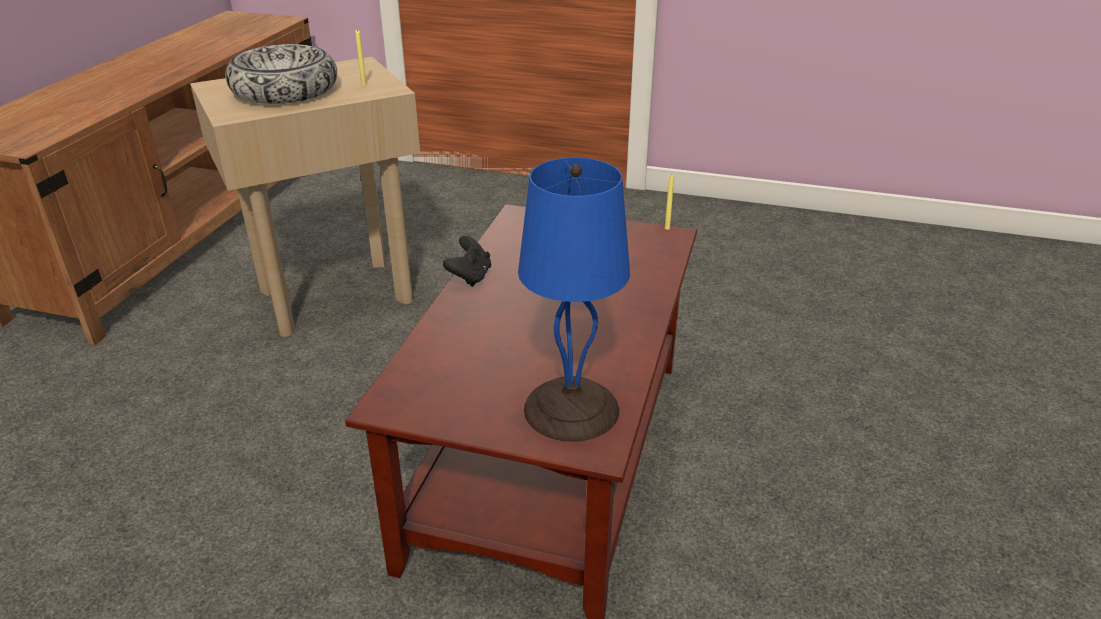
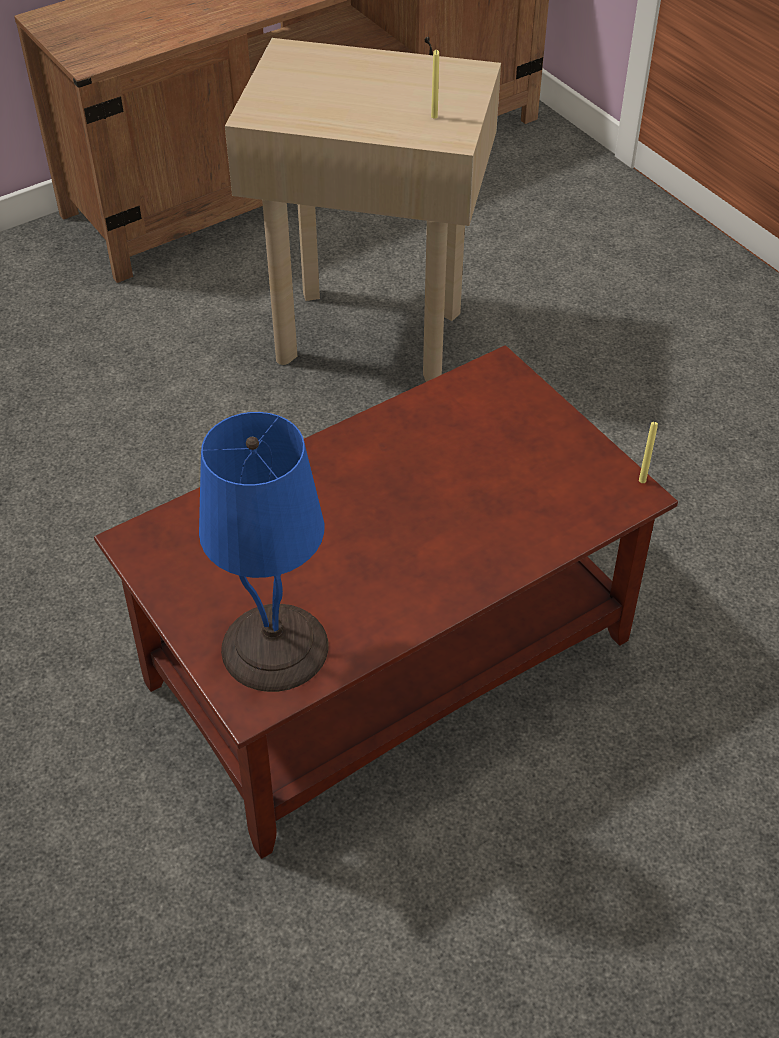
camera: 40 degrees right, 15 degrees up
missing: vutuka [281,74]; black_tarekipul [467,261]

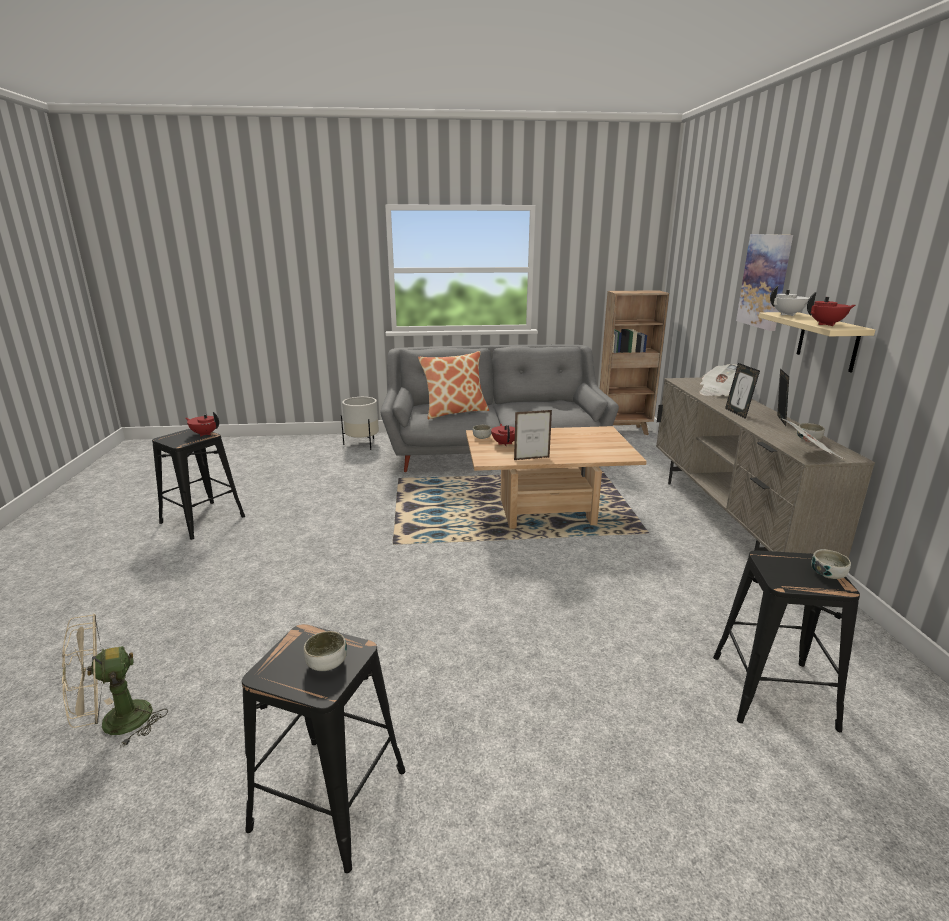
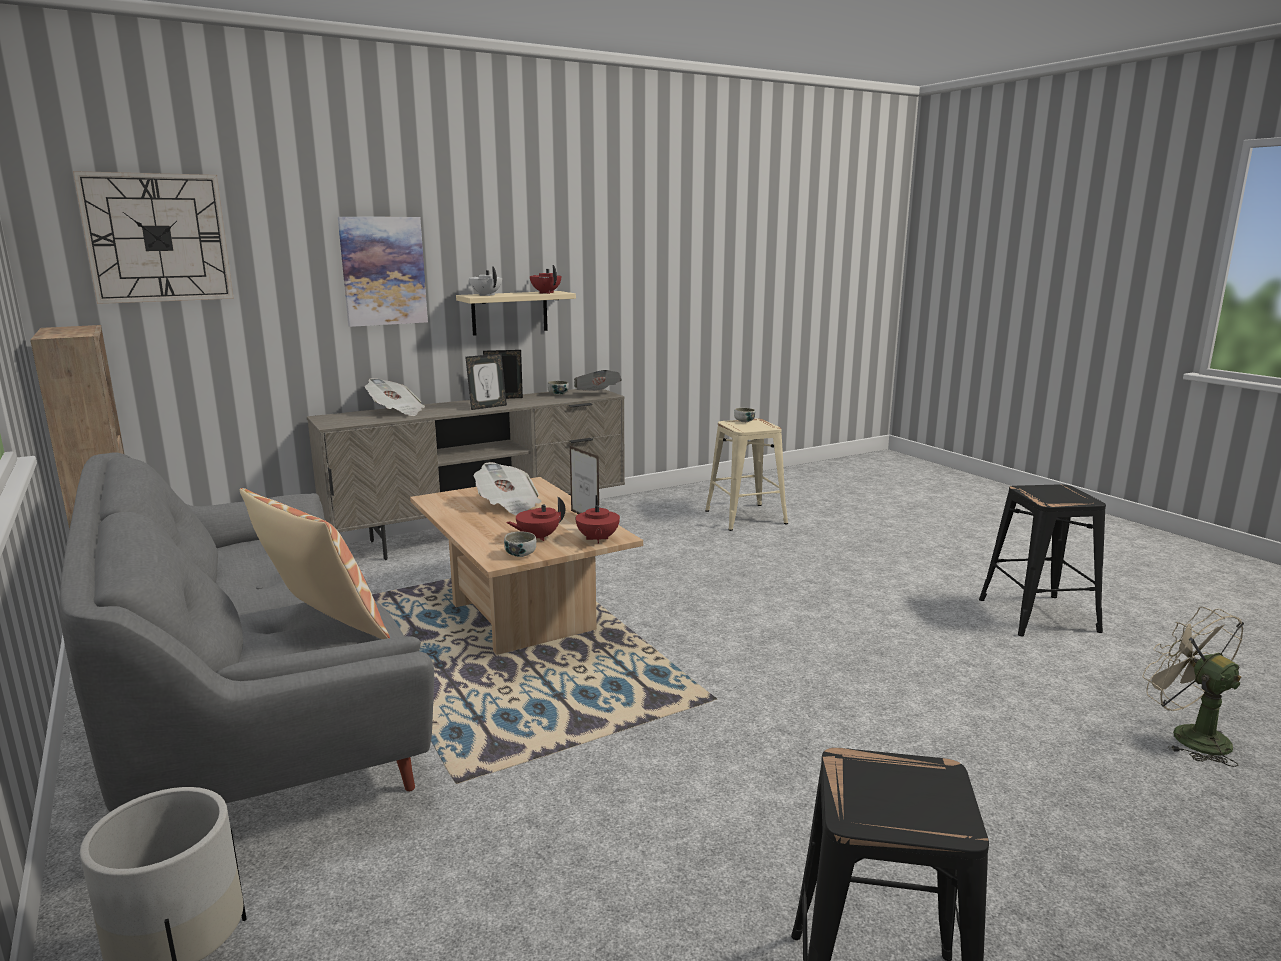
camera: 115 degrees left, 5 degrees down
missing: vutuka [325,651]
appeared: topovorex [153,237]; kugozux [507,488]
relocated: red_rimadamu [202,424] to [597,519]
colour: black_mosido [786,641] to beige_mosido [746,474]
spun: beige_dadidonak [115,681] = [1193,687] 150 degrees counterclockwise

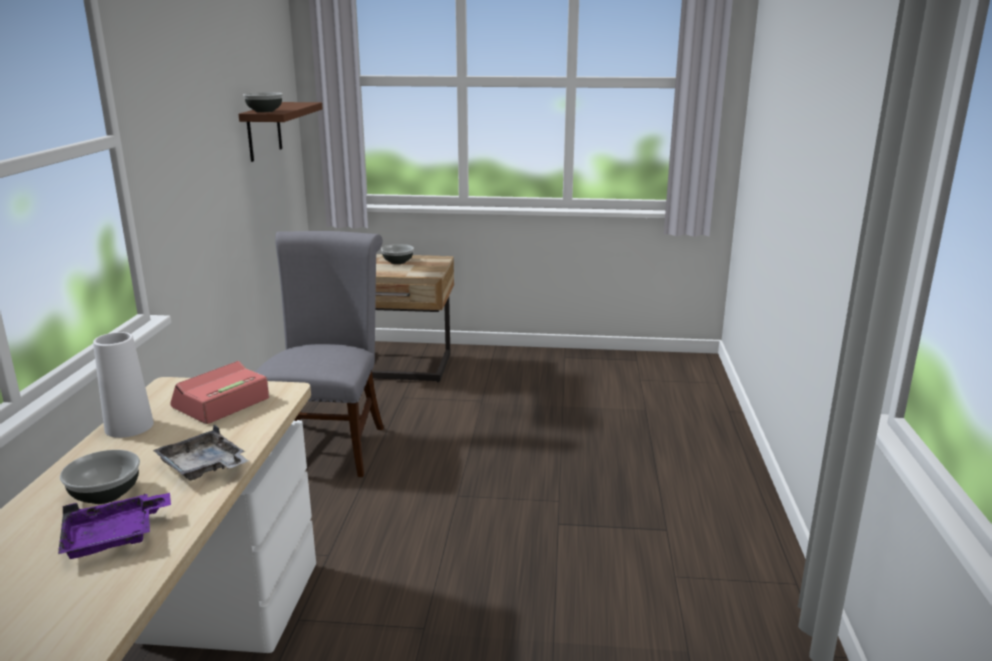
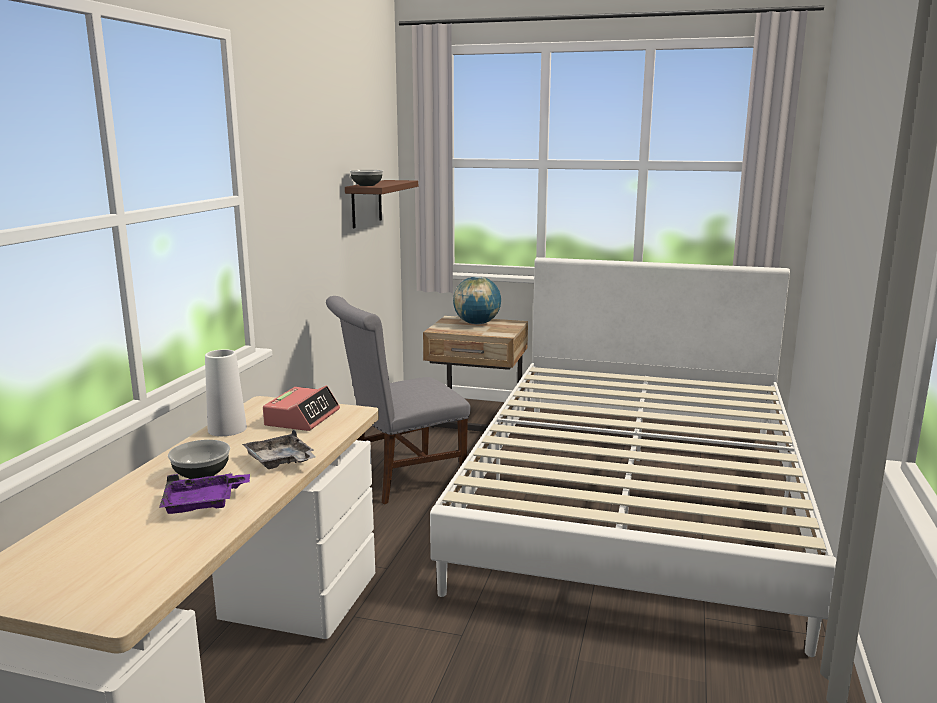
camera: 10 degrees right, 5 degrees down
appeared: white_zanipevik [633,457]
exchanged: vutuka [397,254] to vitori [477,300]
spun: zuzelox [219,392] = [301,408] 150 degrees clockwise; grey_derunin [319,354] = [398,400] 135 degrees counterclockwise

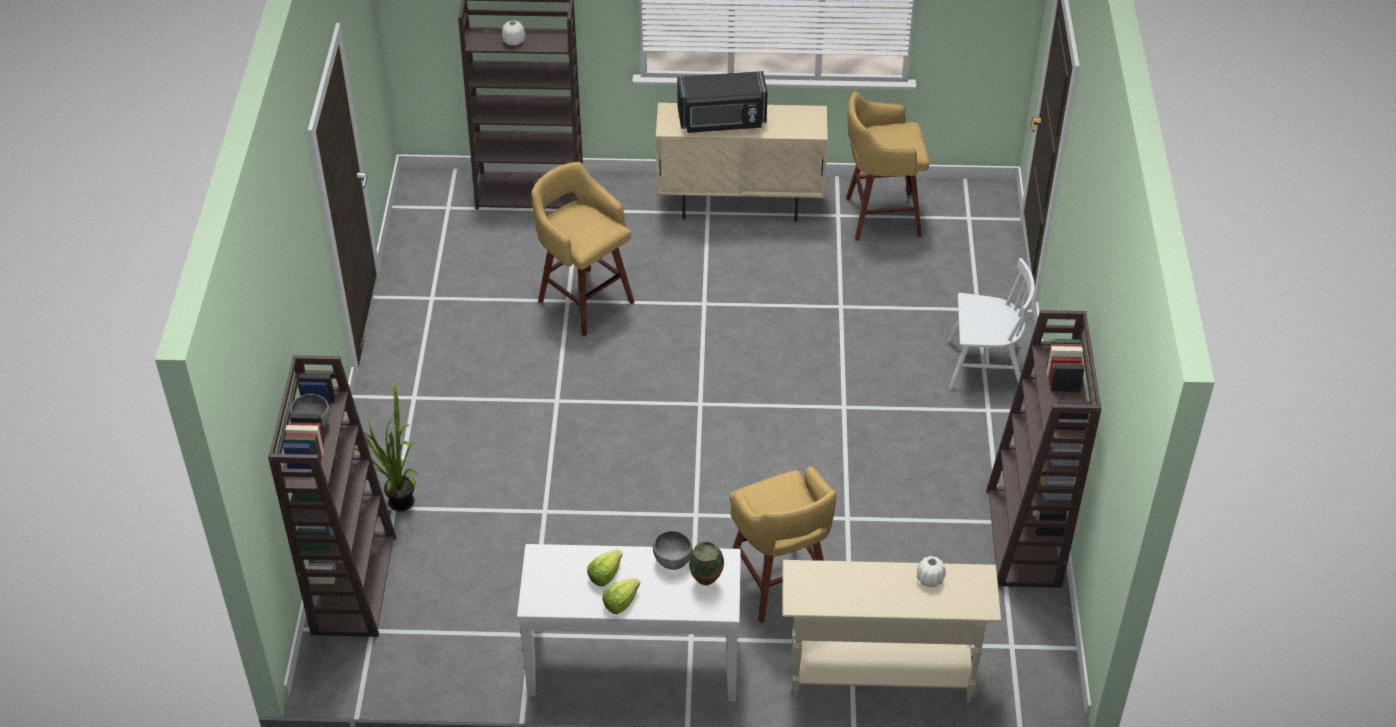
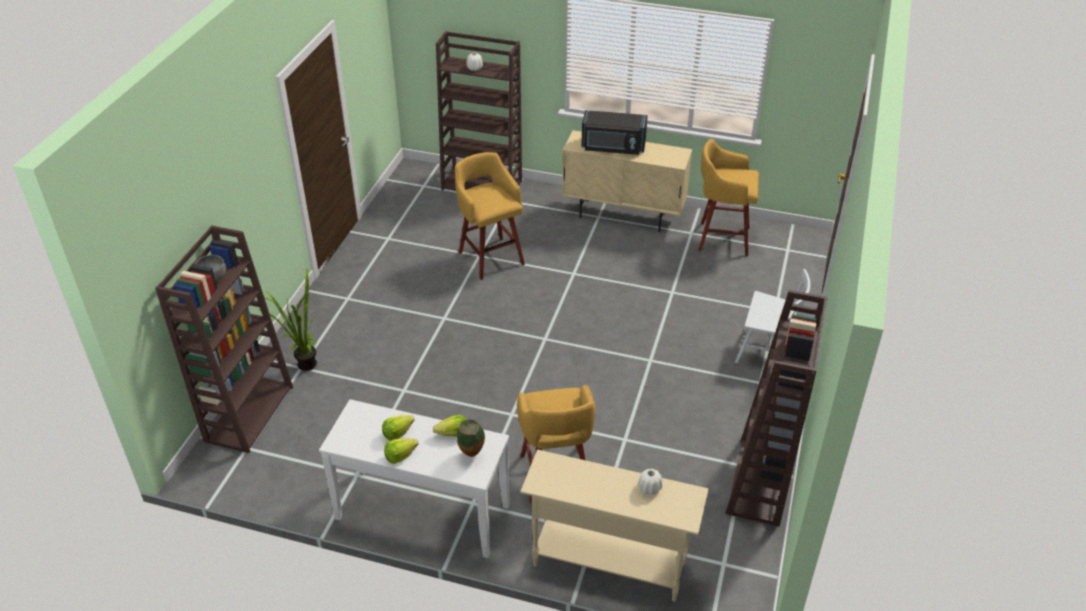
camera: 15 degrees right, 5 degrees down
exchanged: grey_vutuka [673,550] to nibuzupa [450,426]

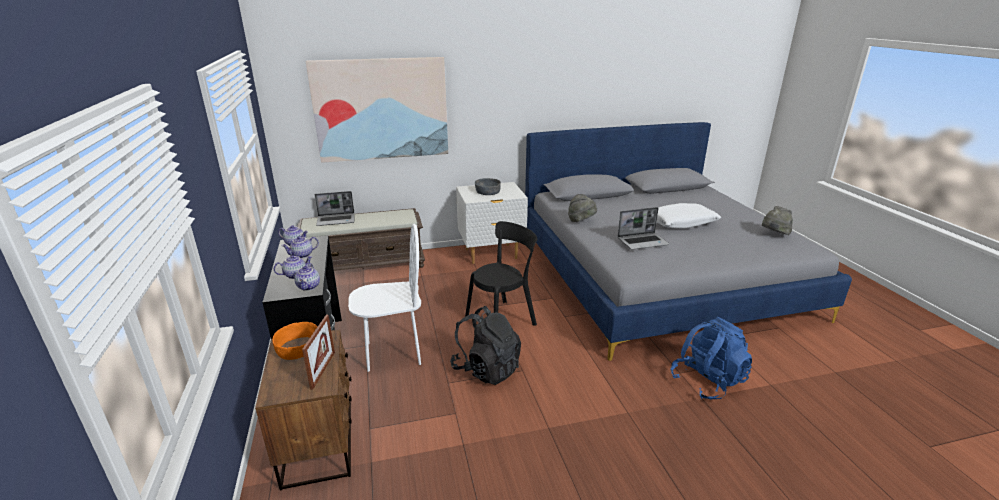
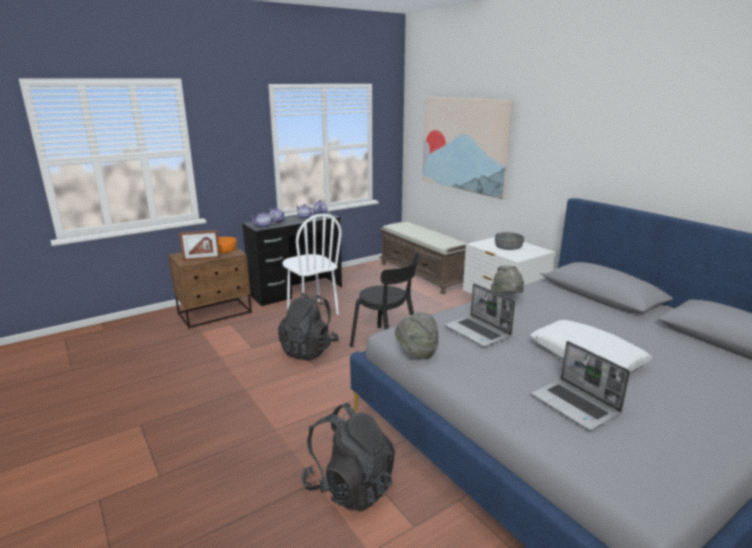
camera: 70 degrees right, 5 degrees down
relocated: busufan [335,208] to [580,386]; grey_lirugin [777,220] to [417,335]
colour: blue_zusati [711,358] to black_zusati [348,457]

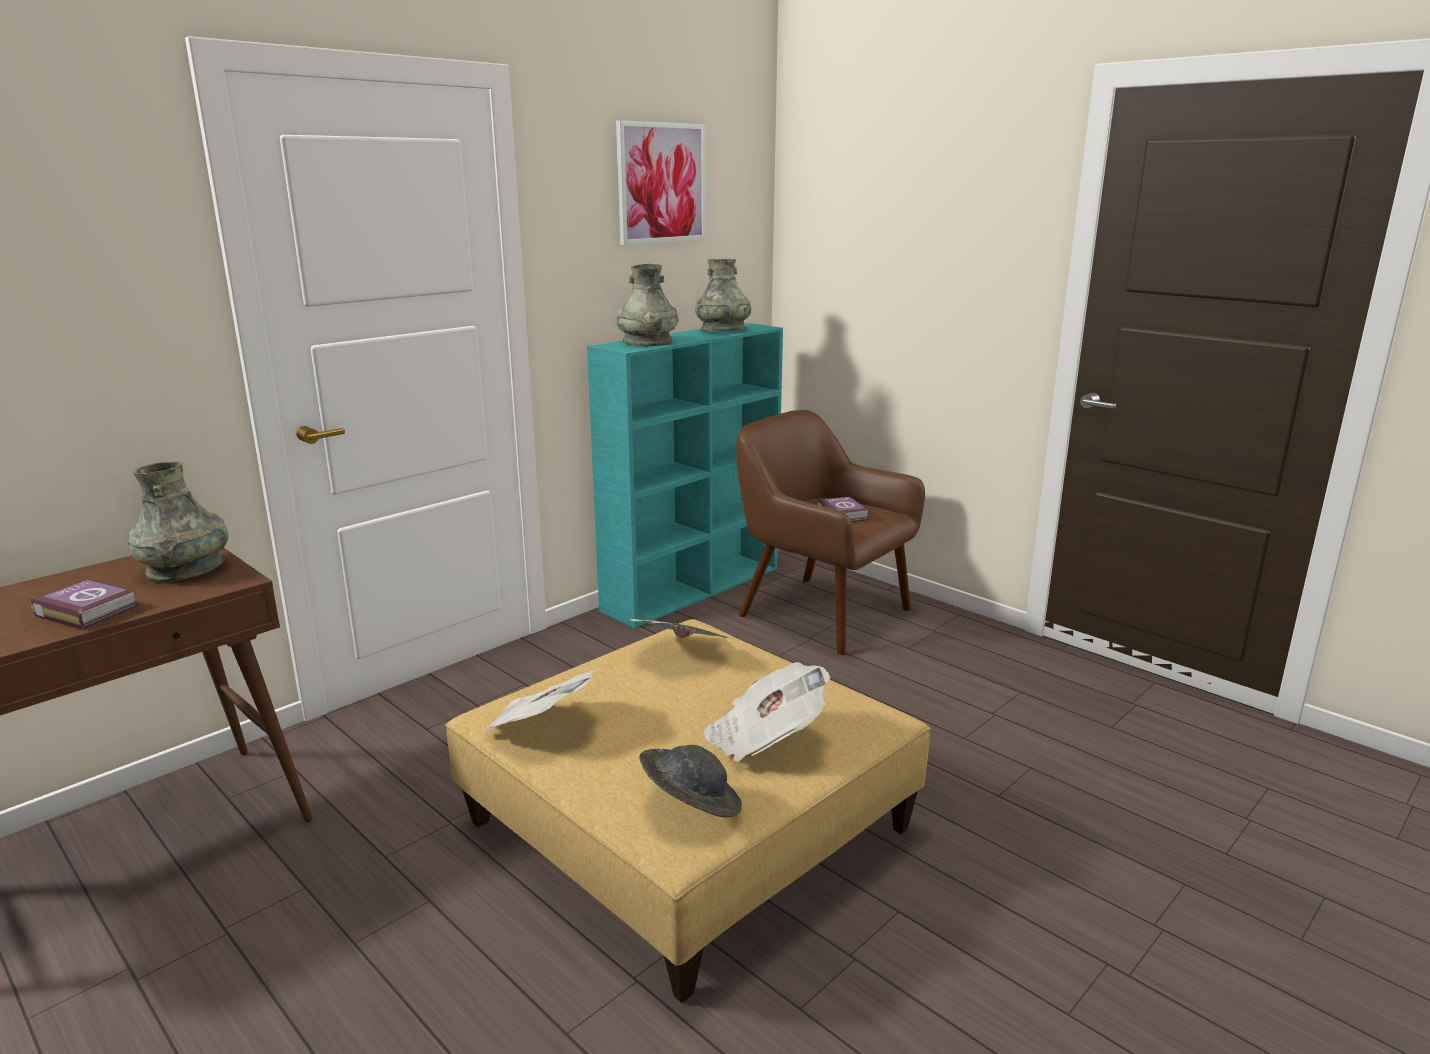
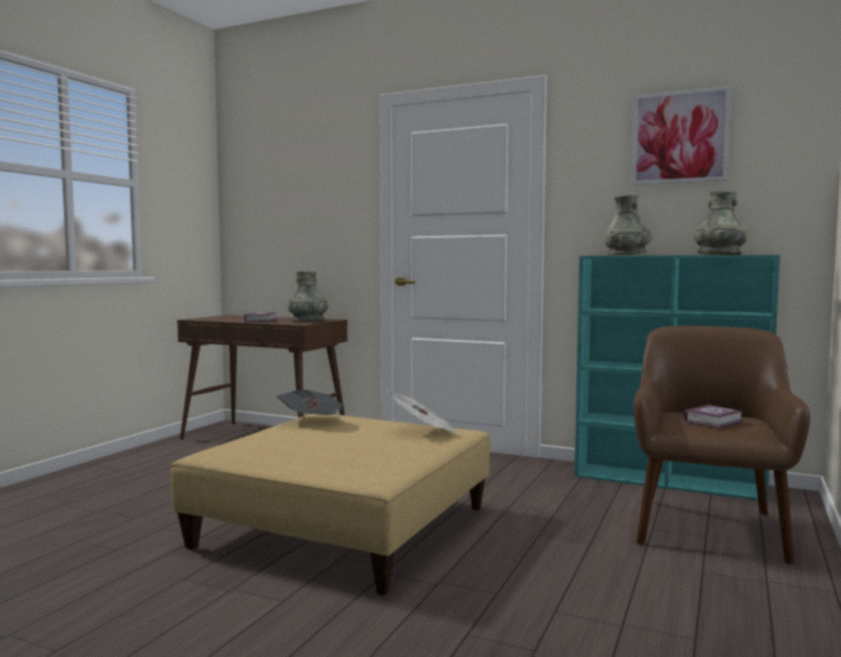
camera: 70 degrees right, 15 degrees down
missing: grey_lirugin [690,781]; kugozux [767,712]

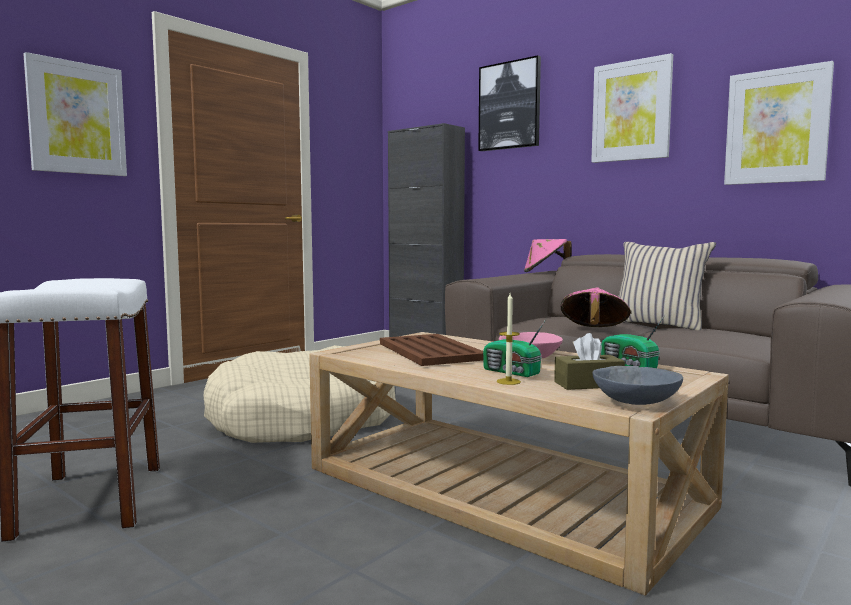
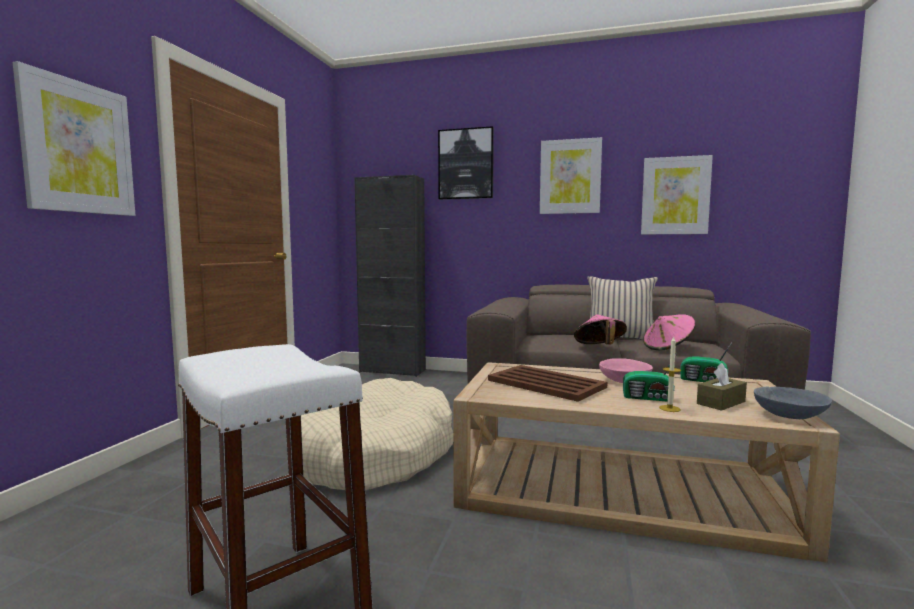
camera: 25 degrees left, 0 degrees up
relocated: pink_lirugin [547,255] to [669,333]

